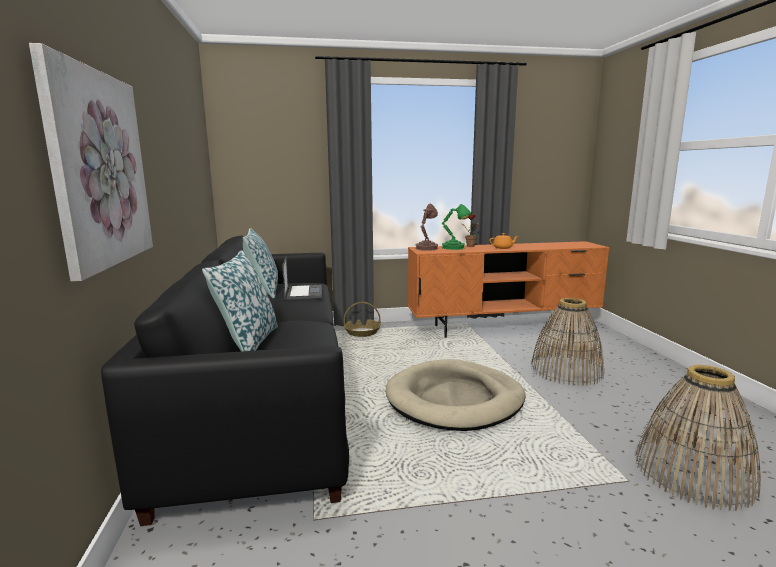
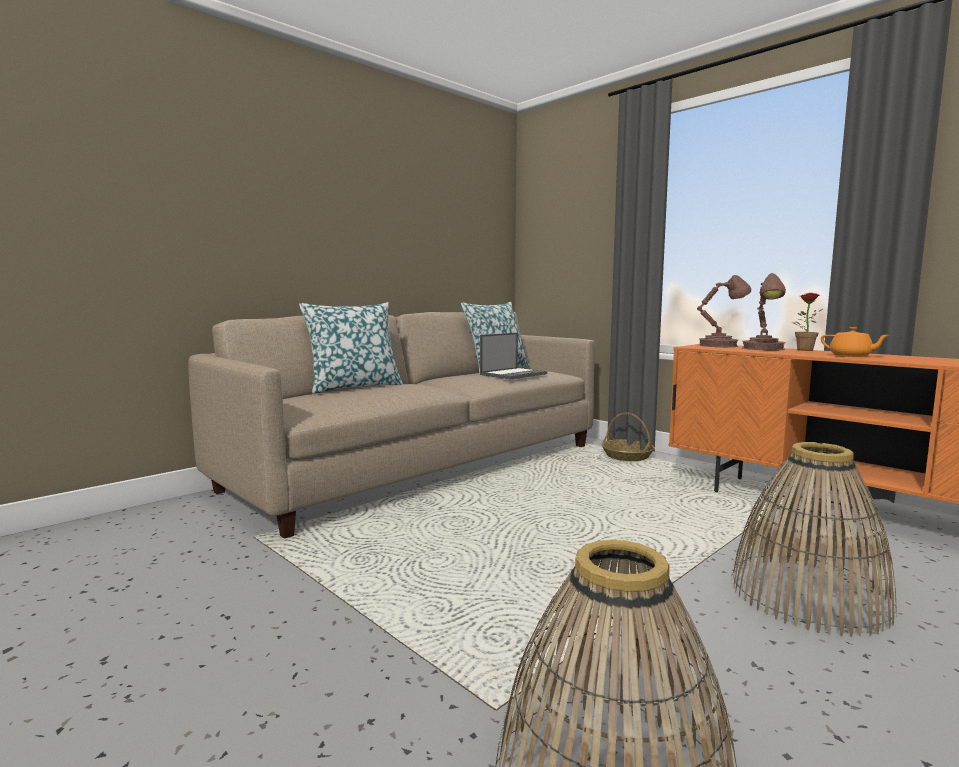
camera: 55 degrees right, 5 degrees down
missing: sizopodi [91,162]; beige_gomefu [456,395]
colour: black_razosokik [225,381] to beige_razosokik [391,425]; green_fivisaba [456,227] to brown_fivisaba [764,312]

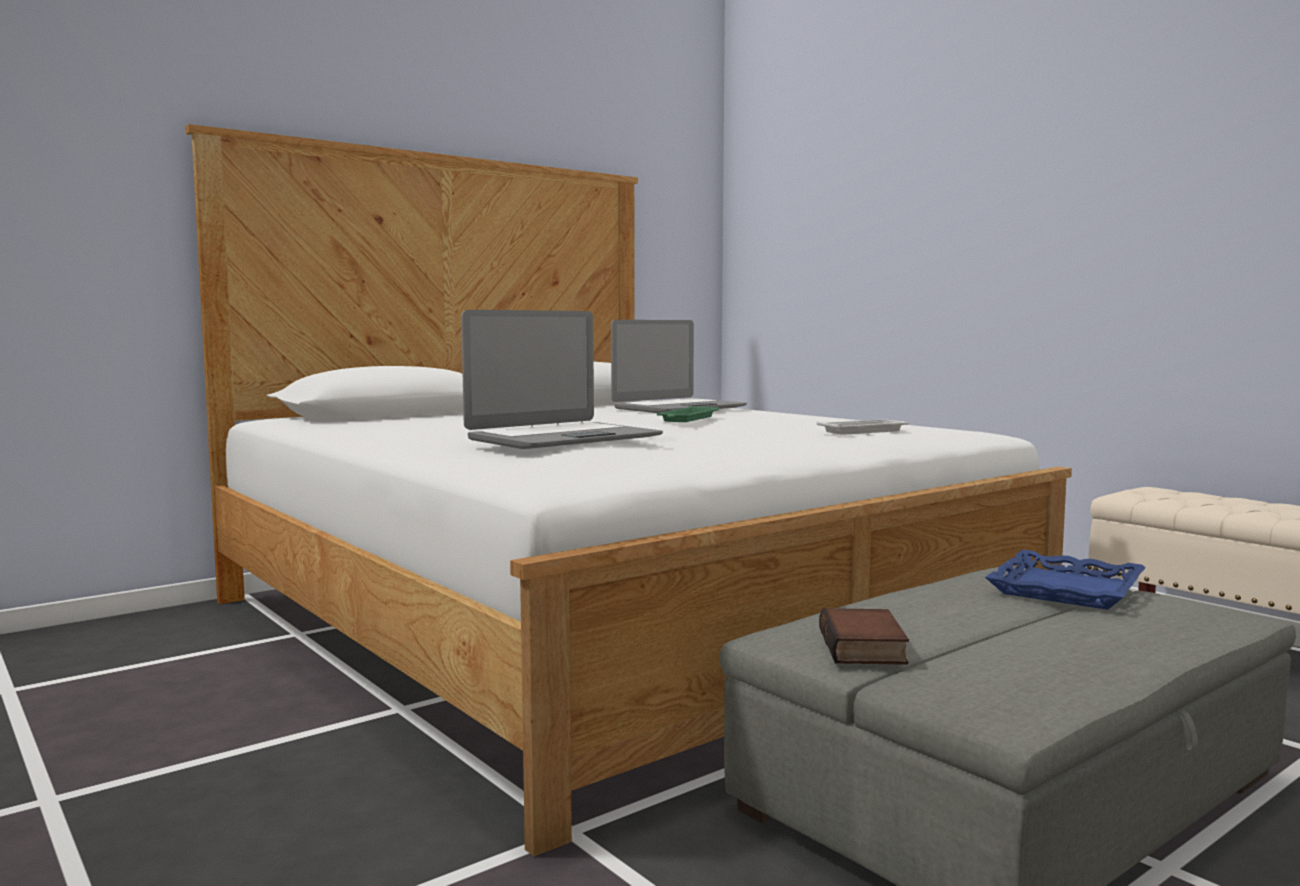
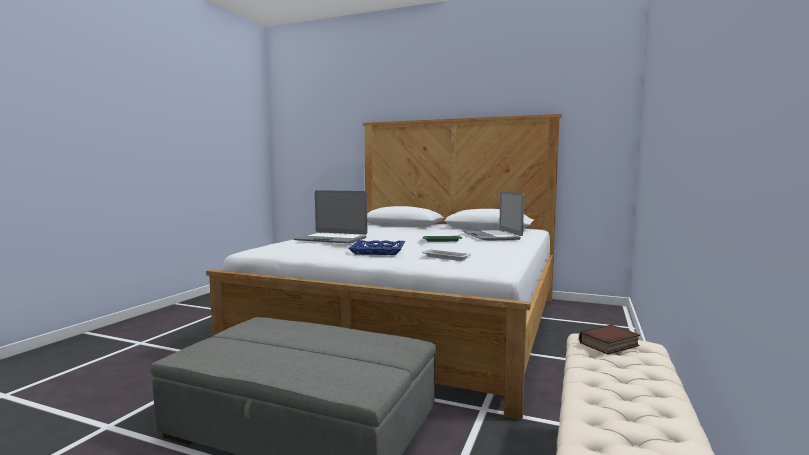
camera: 60 degrees right, 0 degrees up
relocated: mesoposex [864,636] to [609,340]; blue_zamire [1065,580] to [376,247]
spun: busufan [679,366] = [493,216] 60 degrees clockwise

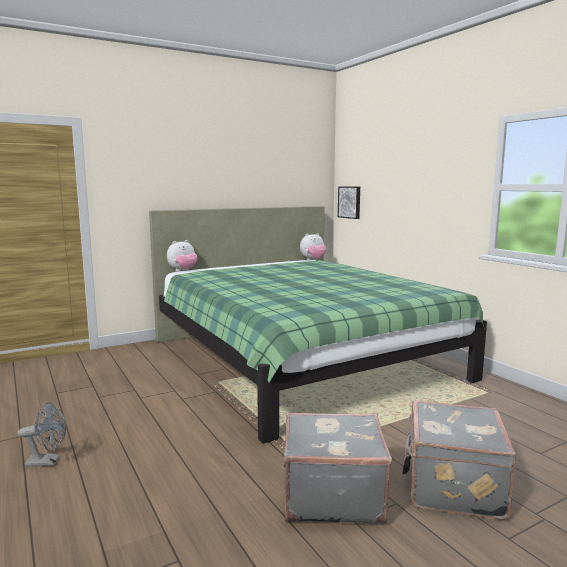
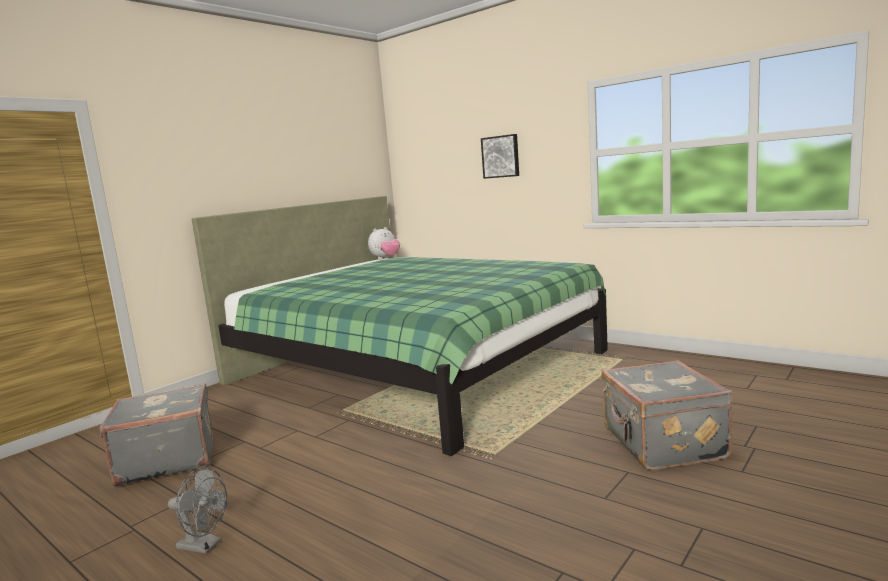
camera: 20 degrees left, 0 degrees up
missing: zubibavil [182,256]
relocated: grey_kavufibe [338,468] to [156,435]; sizopodi [349,203] to [500,156]
spun: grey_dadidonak [41,435] = [197,510] 45 degrees clockwise

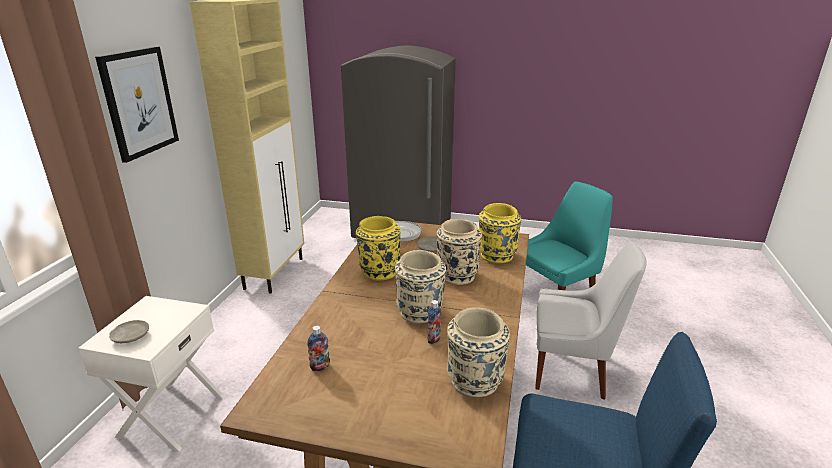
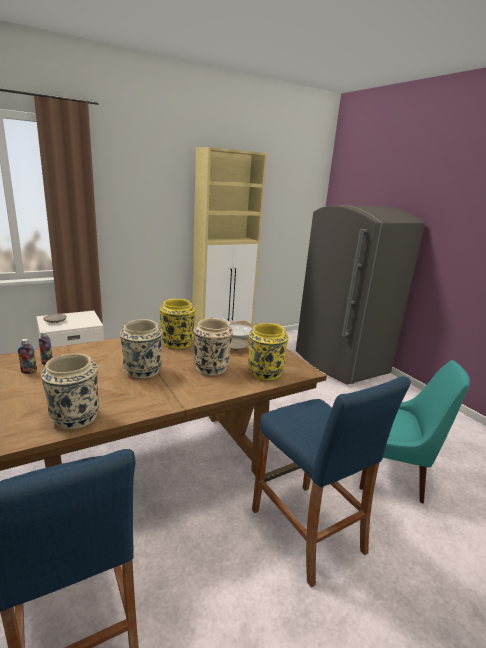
camera: 45 degrees right, 5 degrees down
missing: sizopodi [137,104]
relocated: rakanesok [434,322] to [27,356]
exchanged: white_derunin [591,320] to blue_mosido [331,482]

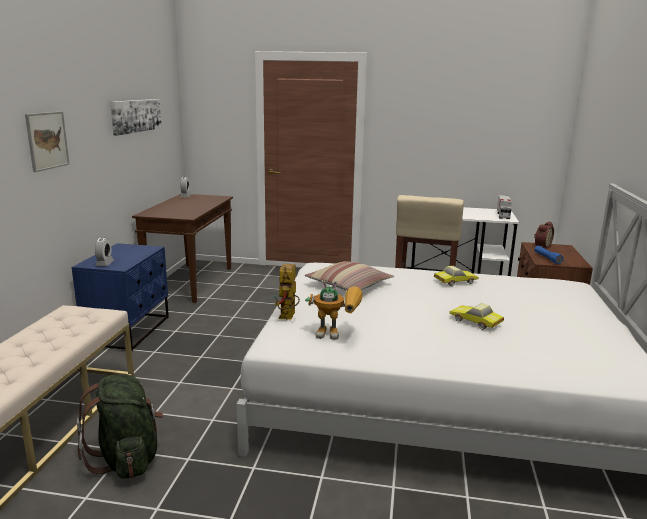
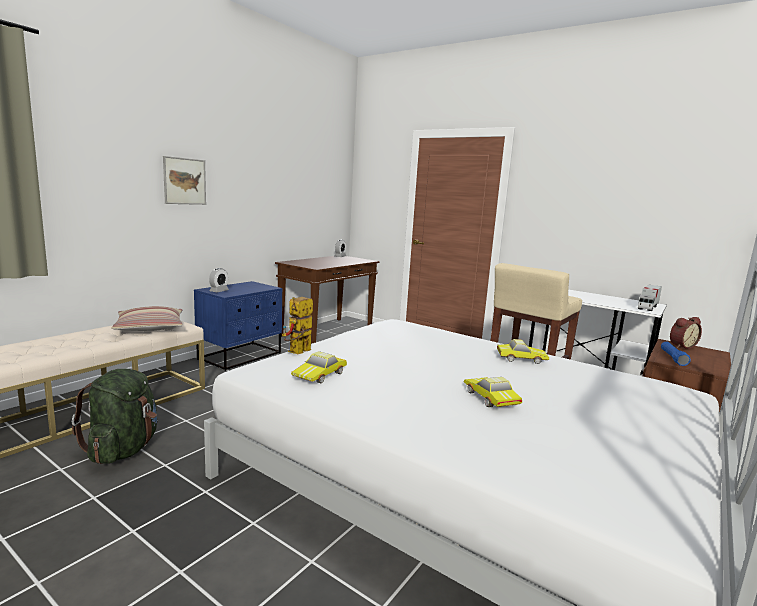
camera: 25 degrees right, 5 degrees down
missing: sizopodi [136,117]
relocated: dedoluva [349,276] to [147,318]
exchanged: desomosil [334,310] to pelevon [319,367]

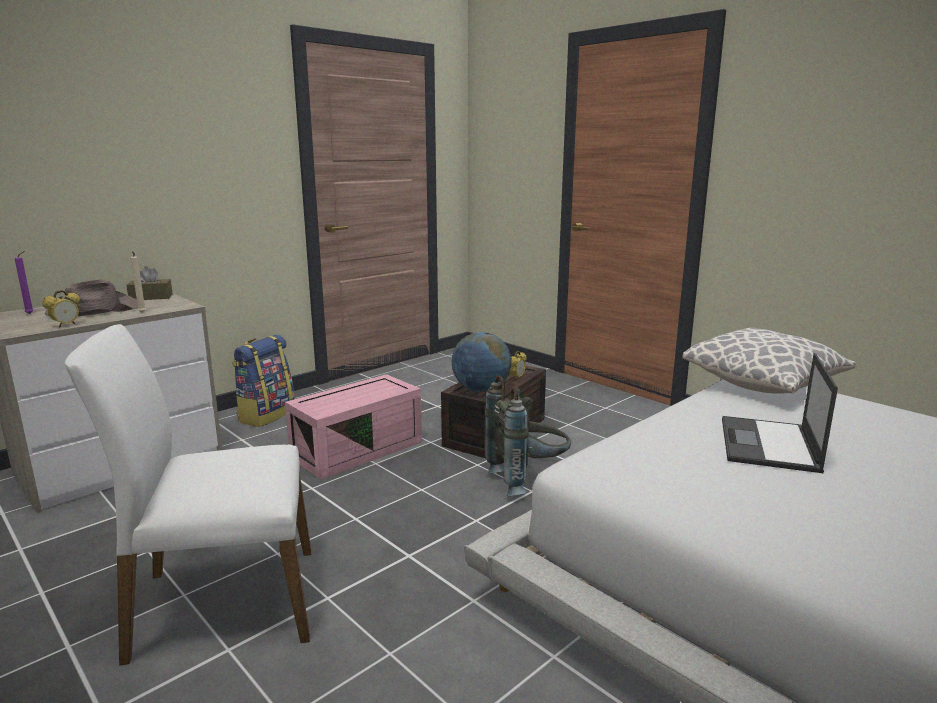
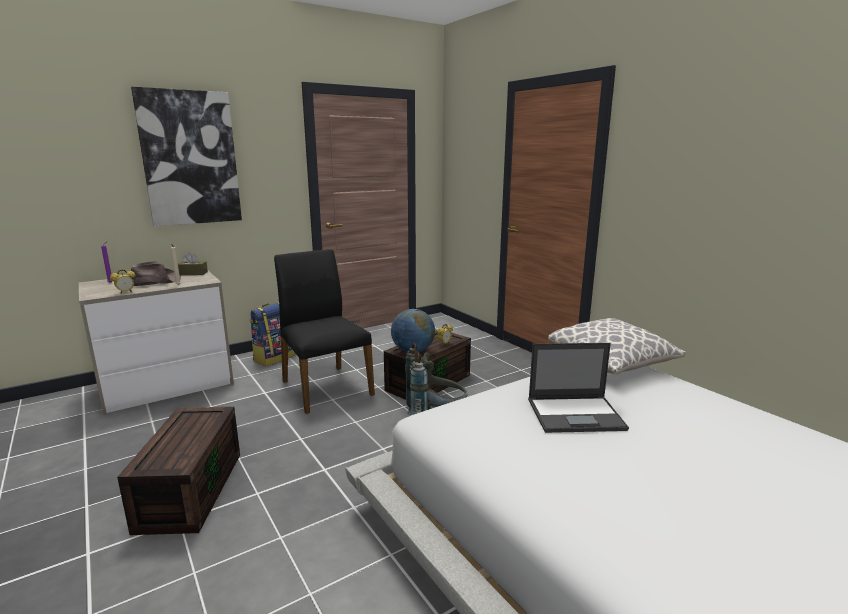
camera: 10 degrees right, 0 degrees up
appeared: sizopodi [186,156]
exchanged: white_derunin [188,495] to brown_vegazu [178,471]; pink_vegazu [353,426] to black_derunin [324,331]
spun: busufan [780,413] = [578,388] 120 degrees counterclockwise

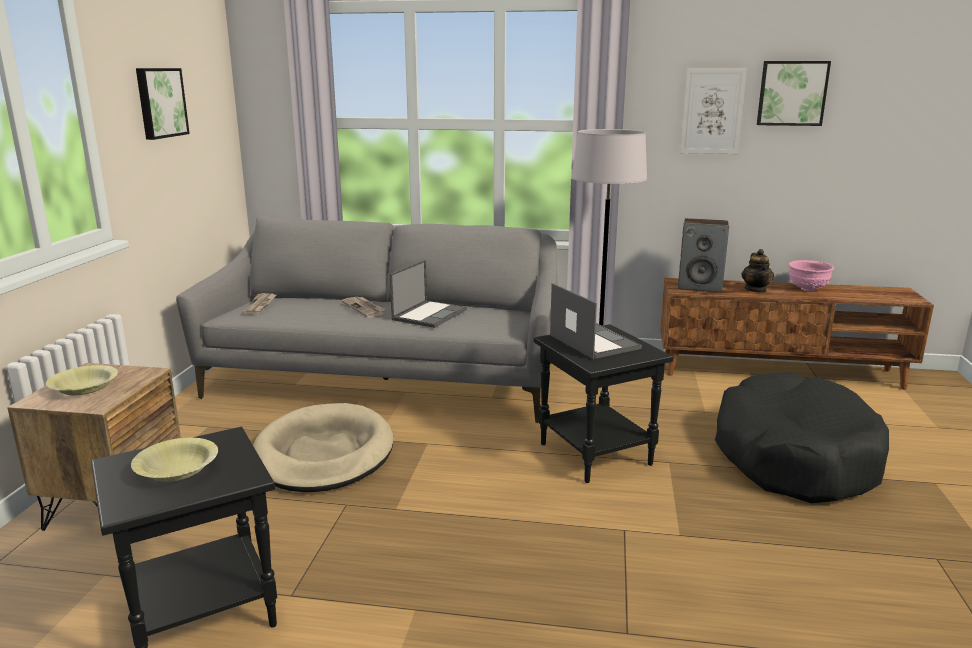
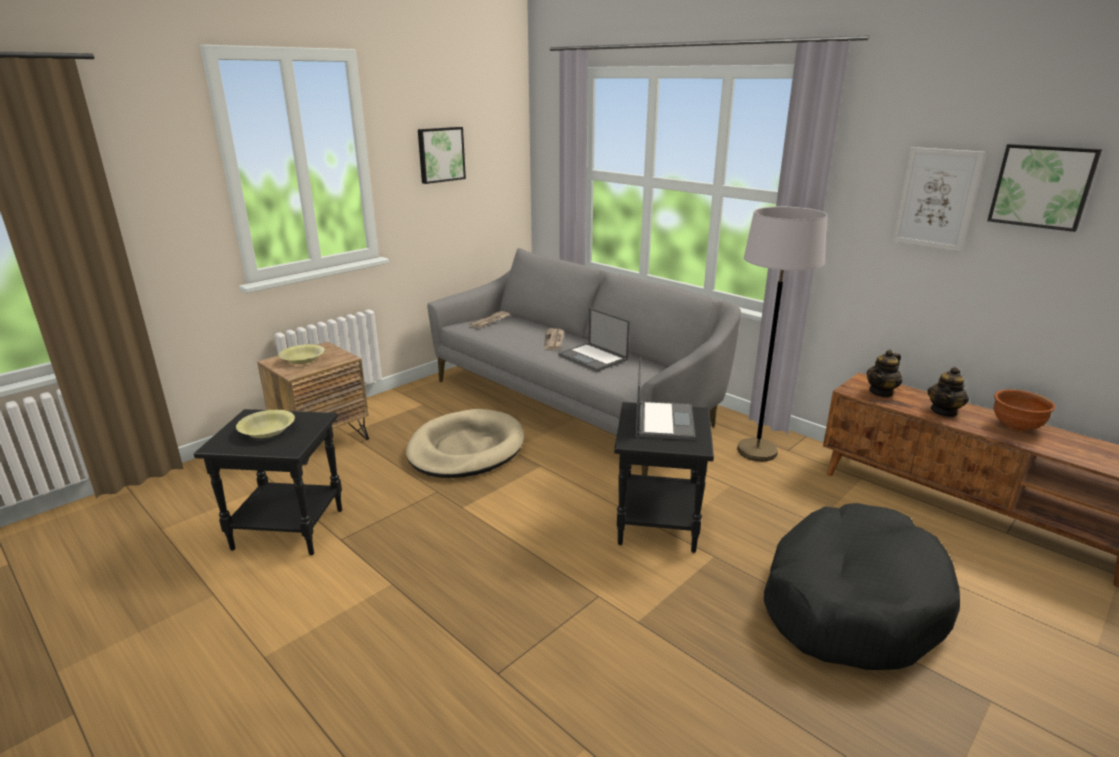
camera: 35 degrees right, 5 degrees up
exchanged: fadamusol [703,255] to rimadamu [884,374]
colour: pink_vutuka [811,275] to brown_vutuka [1025,410]
spun: busufan [428,294] = [594,340] 75 degrees clockwise

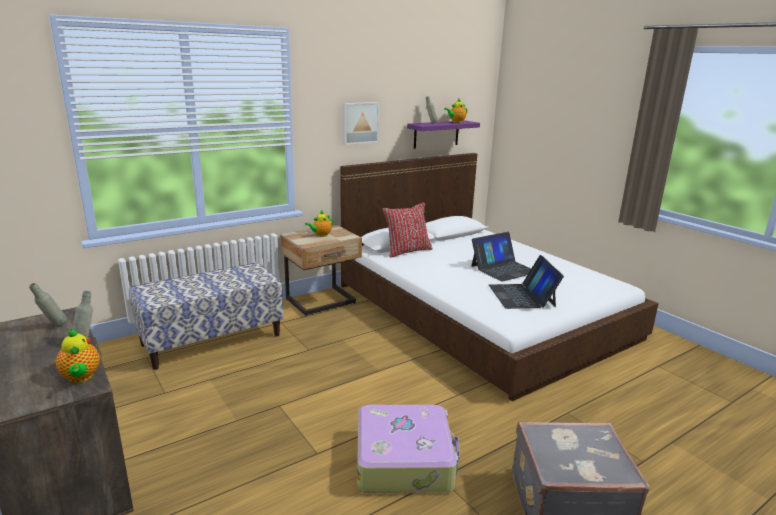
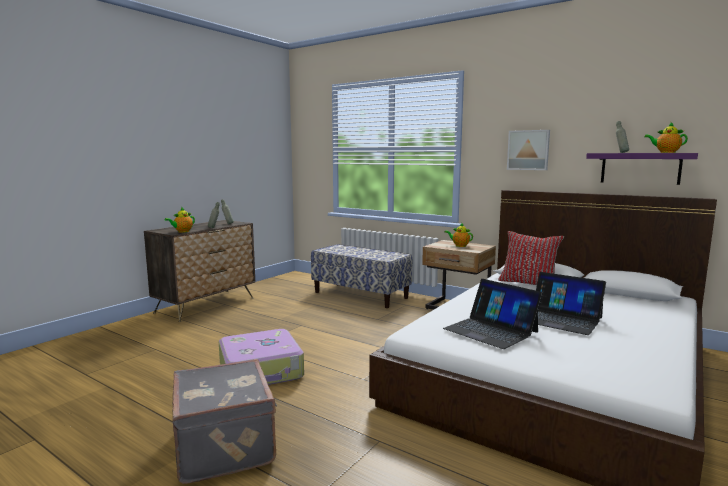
camera: 70 degrees right, 10 degrees down
spun: busufan [526,282] = [493,314] 105 degrees counterclockwise

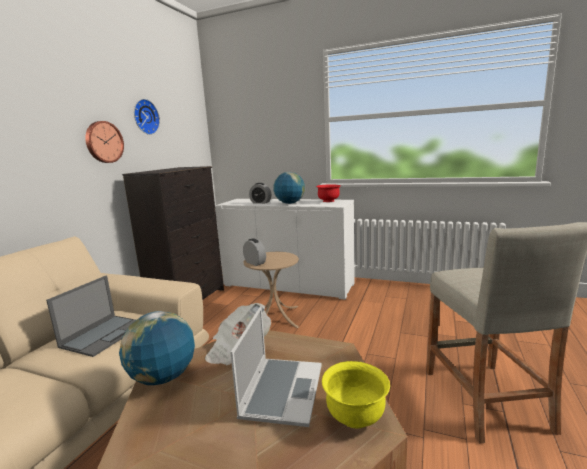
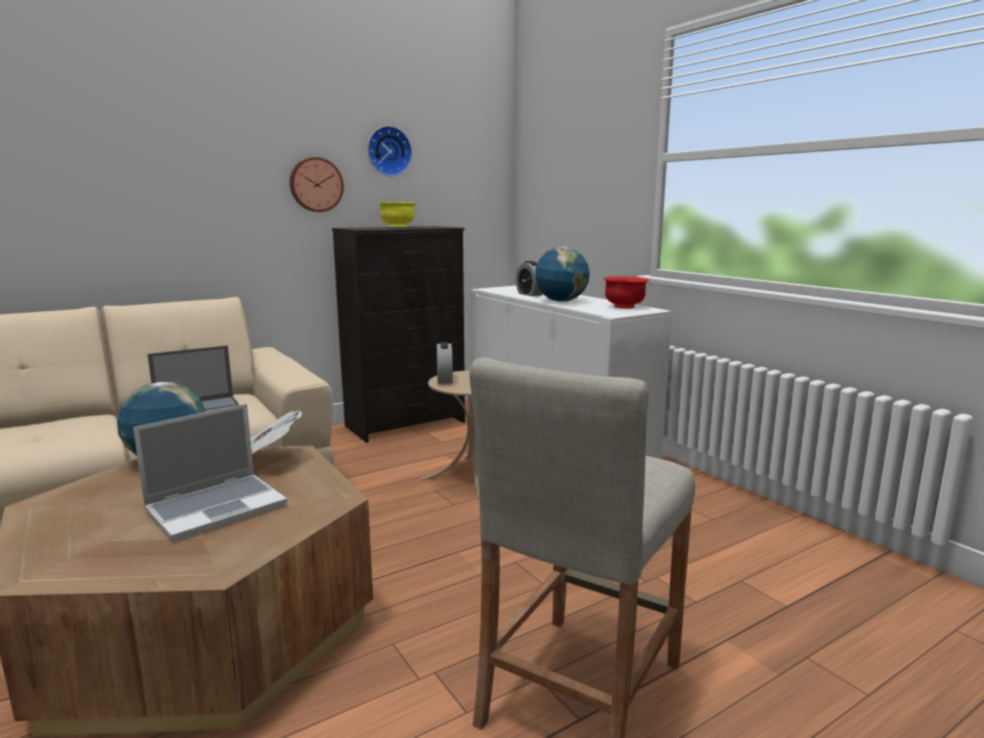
camera: 35 degrees right, 0 degrees up
relocated: yellow_vutuka [356,395] to [397,214]

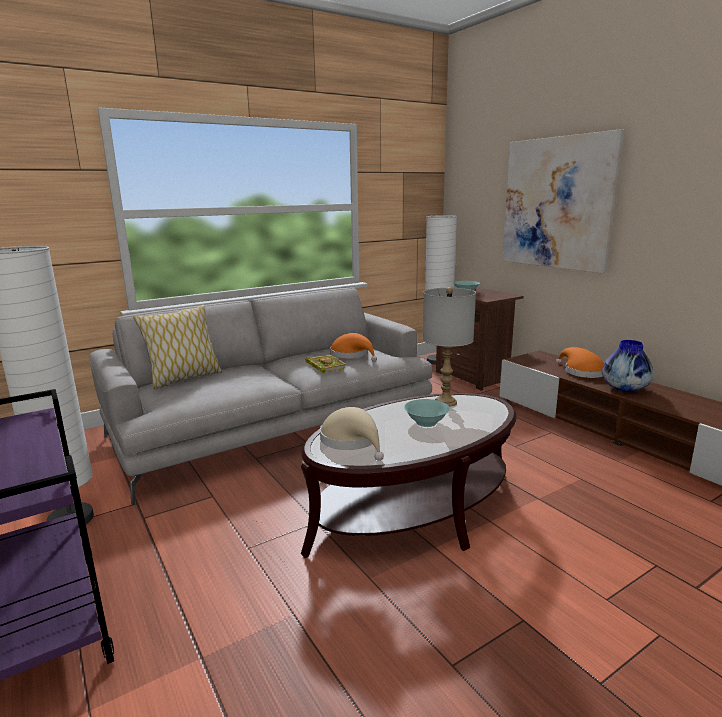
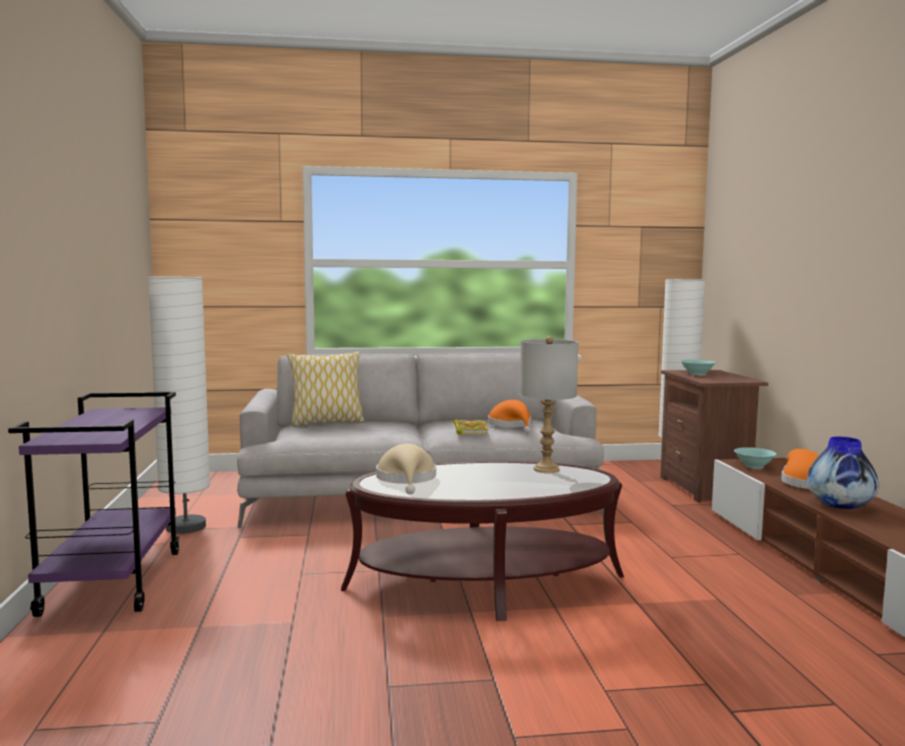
camera: 25 degrees right, 10 degrees down
missing: sizopodi [563,201]
relocated: turquoise_vutuka [427,413] to [755,458]

